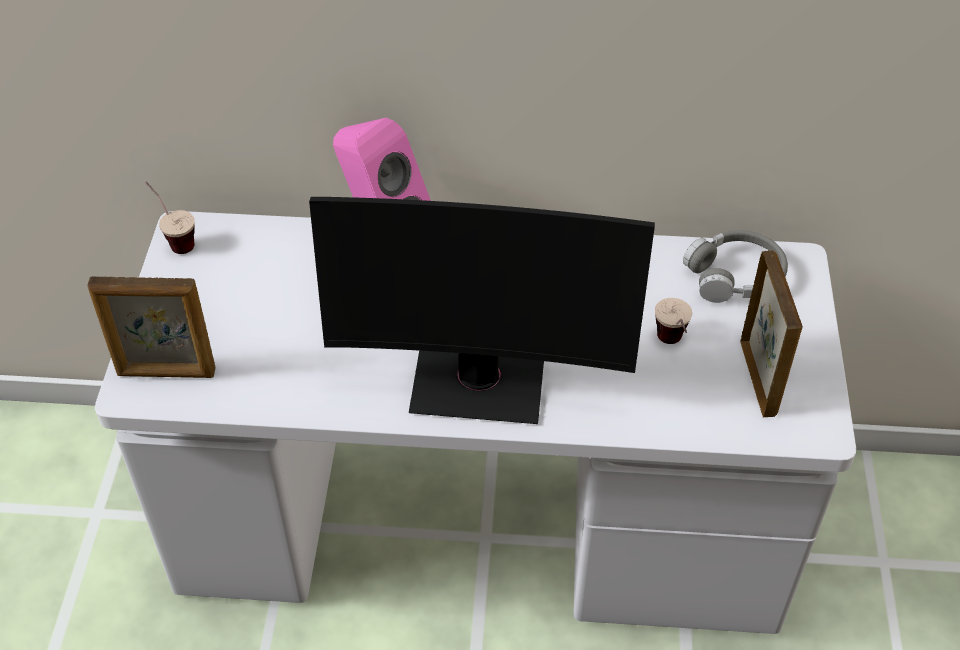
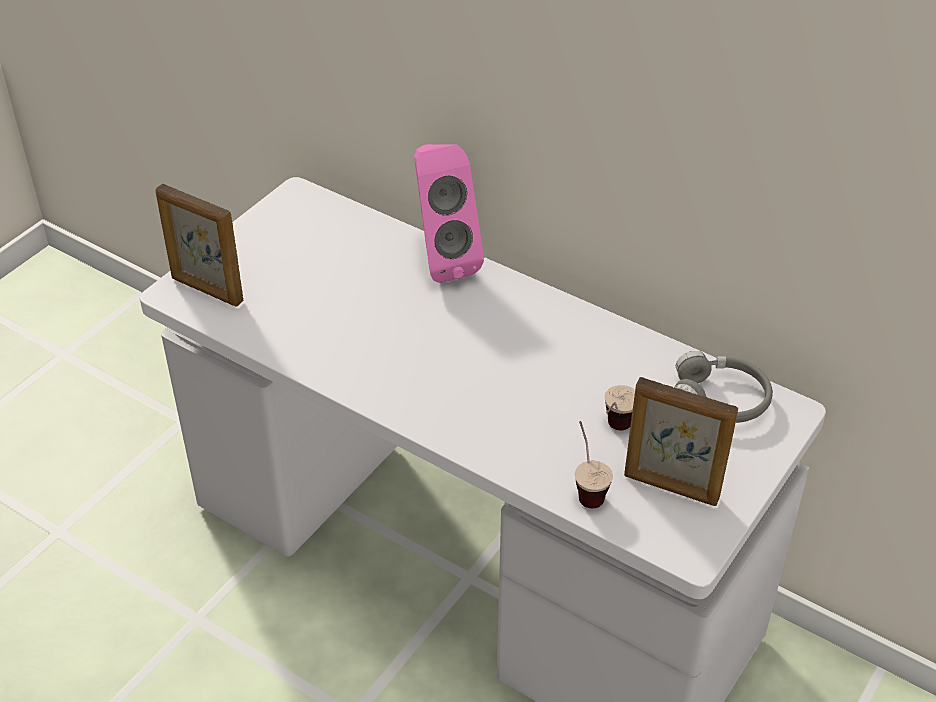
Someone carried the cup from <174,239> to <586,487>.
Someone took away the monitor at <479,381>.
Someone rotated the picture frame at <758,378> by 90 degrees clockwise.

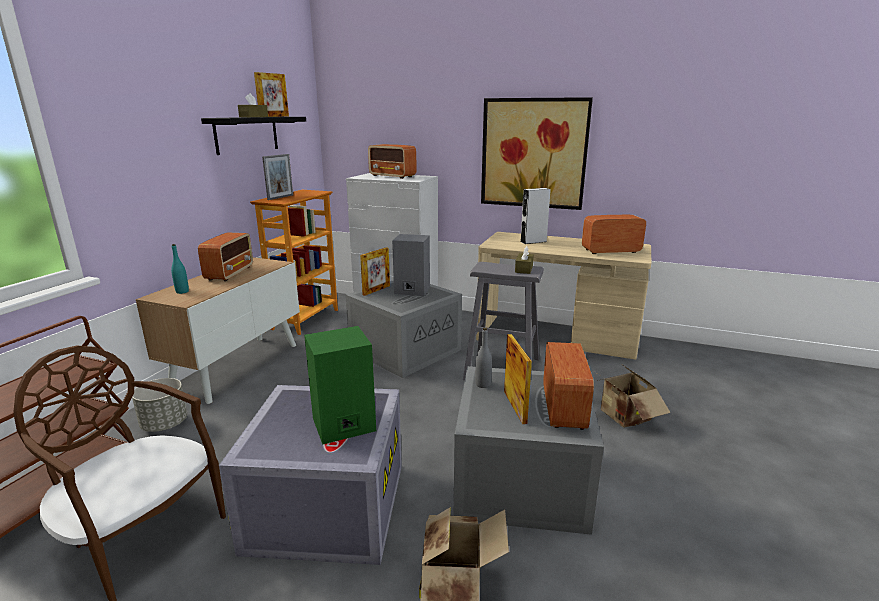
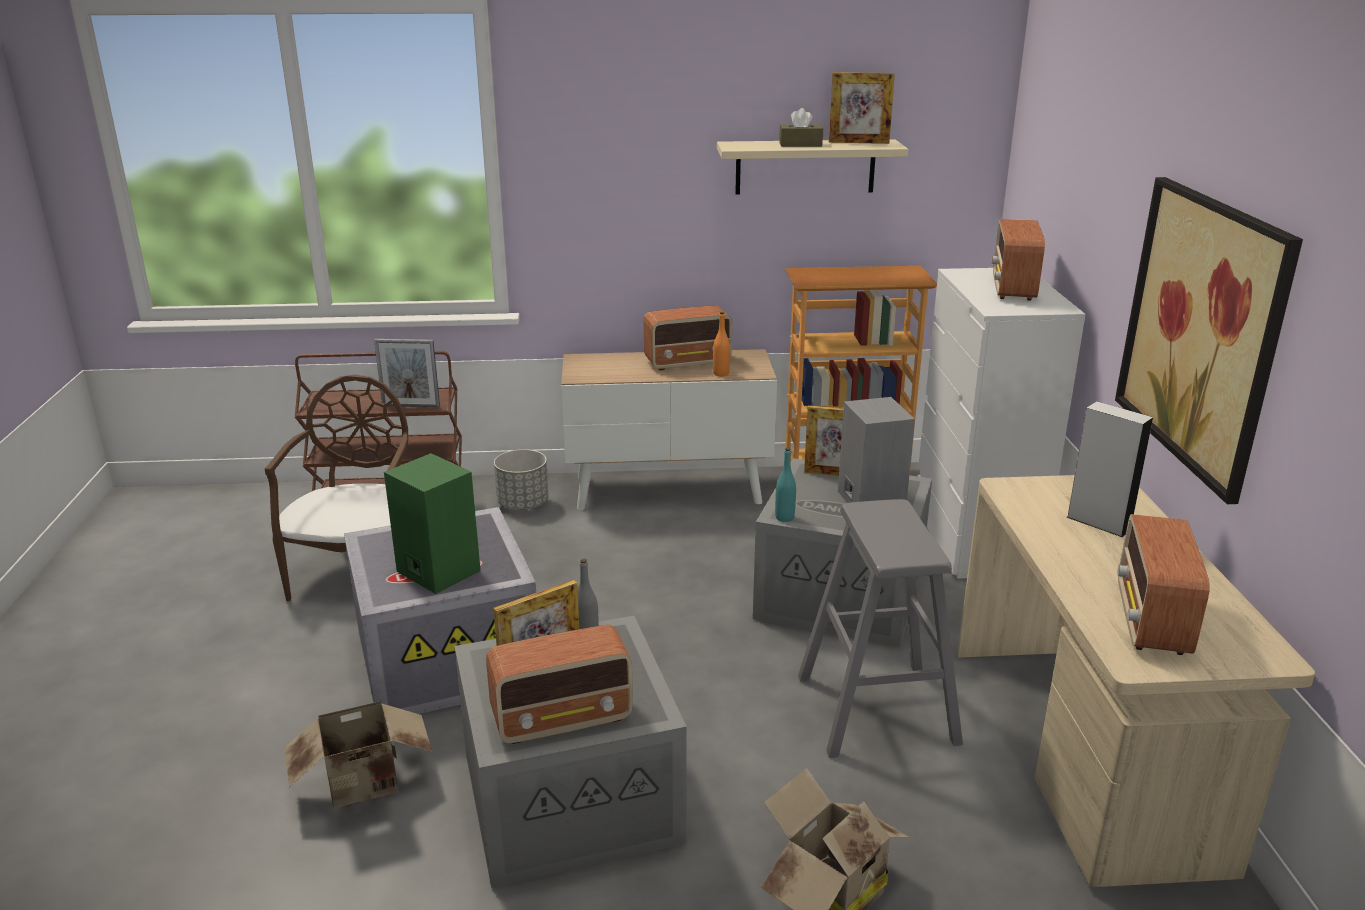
Someone carried the turquoise bottle from <182,291> to <784,517>.
Someone repainted the black shelf at <246,134>, which became the beige shelf at <805,166>.
Someone carried the picture frame from <280,197> to <411,406>.
Someone took away the brown tissue box at <524,269>.
Someone rotated the radio at <610,251> by 135 degrees counterclockwise.
Someone put down the orange bottle at <721,374>.

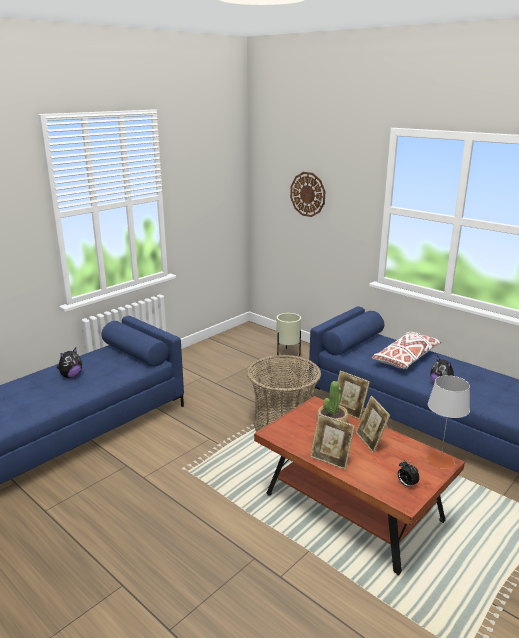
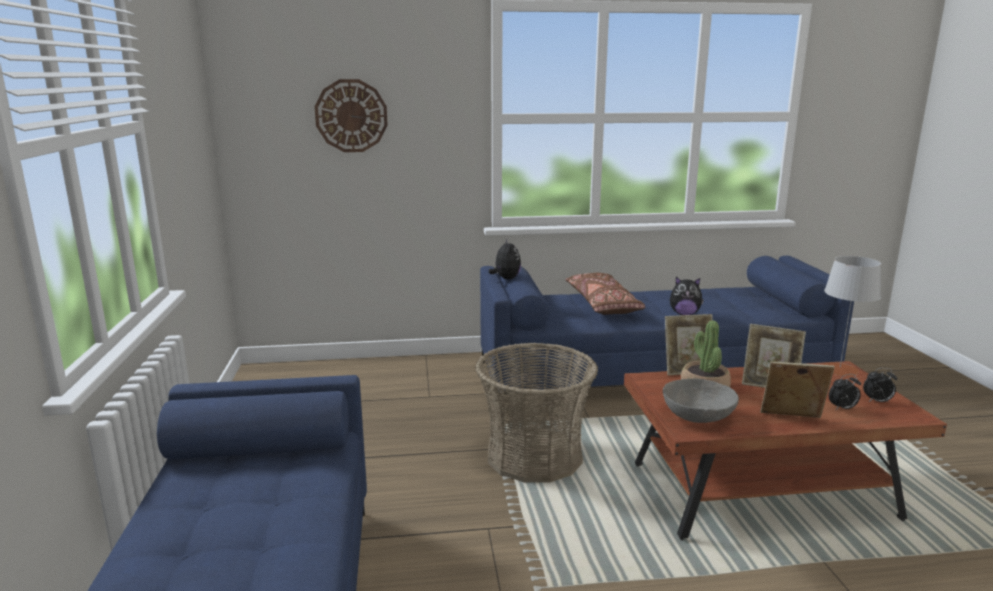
Someone carried the plush toy from <71,376> to <506,278>.
Someone took away the beige planter at <288,354>.
Someone rotated the picture frame at <331,459> by 150 degrees counterclockwise.
Someone repainted the white pillow at <406,358>, which became the brown pillow at <603,305>.
Someone put down the grey bowl at <698,416>.
Someone put down the alarm clock at <842,408>.

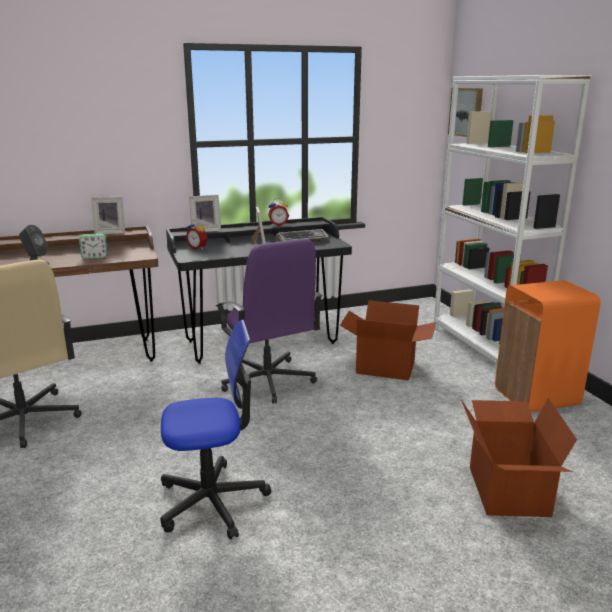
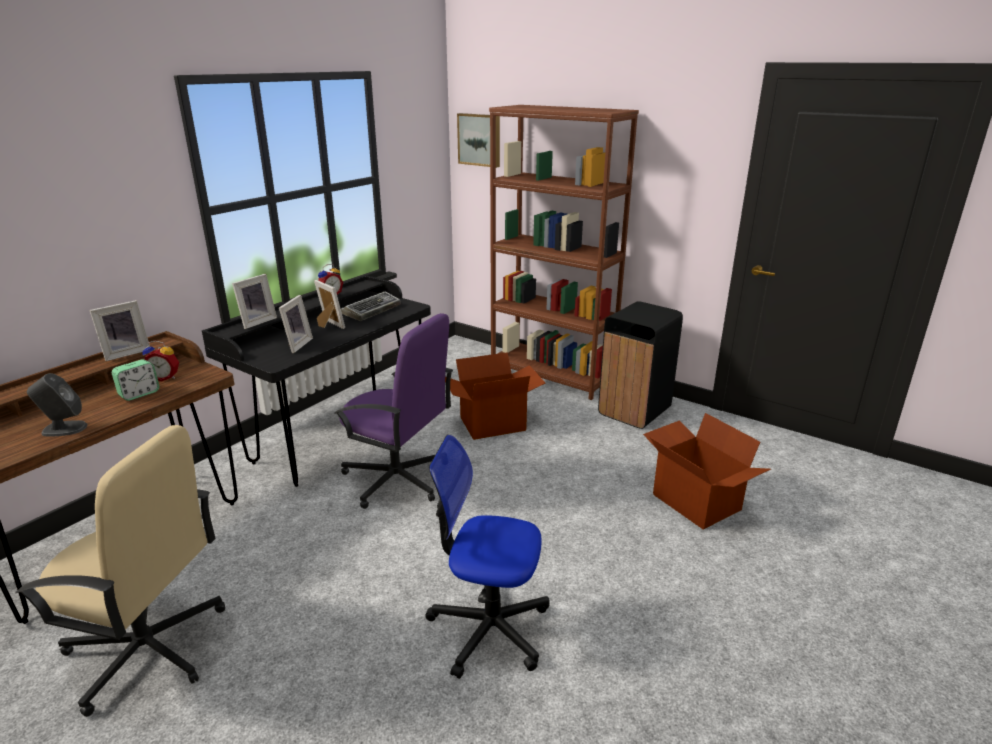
Someone rotated the office chair at <212,501> by 120 degrees counterclockwise.
Someone carried the alarm clock from <198,248> to <165,377>.
Someone repainted the white bookcase at <485,346>, which became the brown bookcase at <551,375>.
Someone repainted the orange trash can at <537,397>, which became the black trash can at <635,411>.
Someone put down the picture frame at <296,345>.

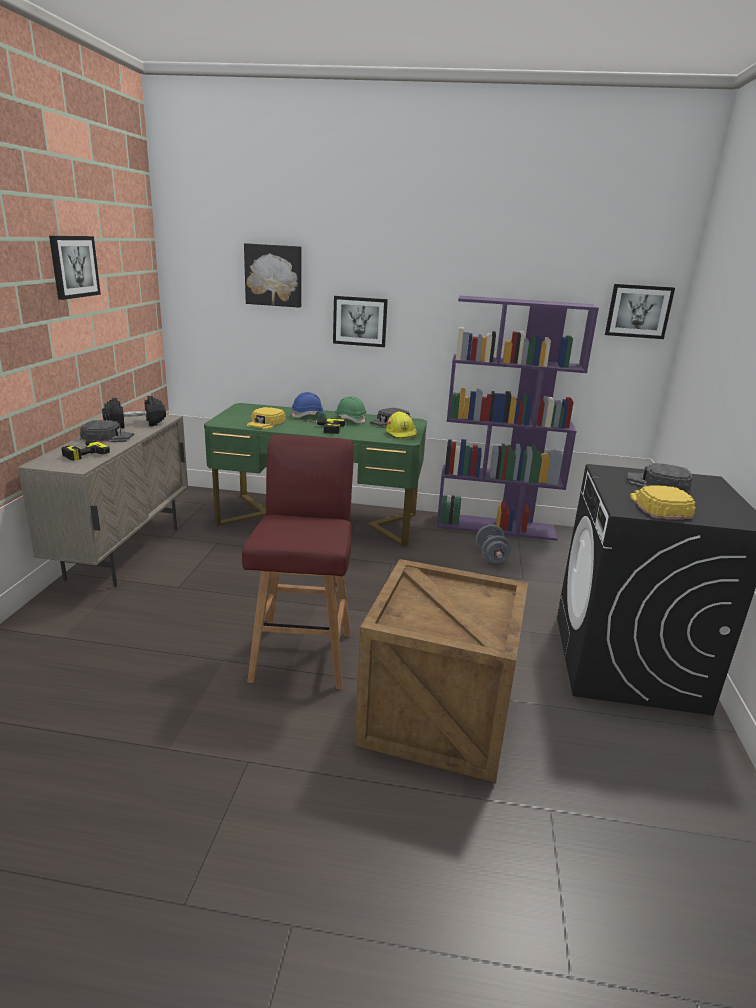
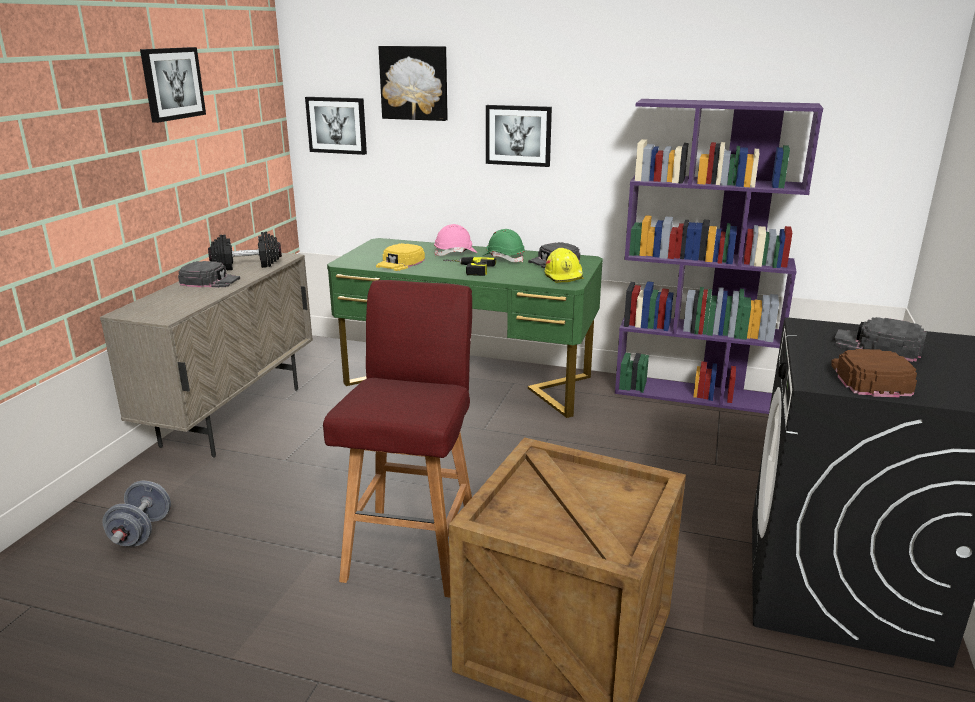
Someone took away the power drill at <80,452>.
Someone repainted the blue hard hat at <309,416>, which became the pink hard hat at <455,253>.
Someone carried the grey dumbbell from <491,556> to <141,532>.
Someone carried the picture from <638,311> to <337,125>.
Someone repainted the yellow cap at <658,506>, which became the brown cap at <868,378>.

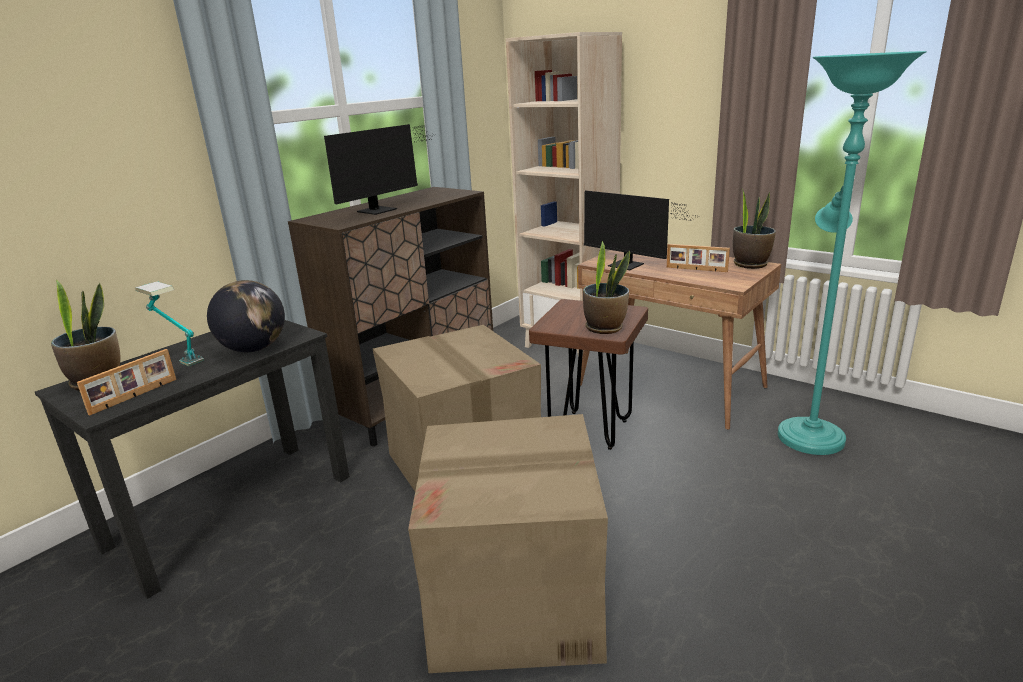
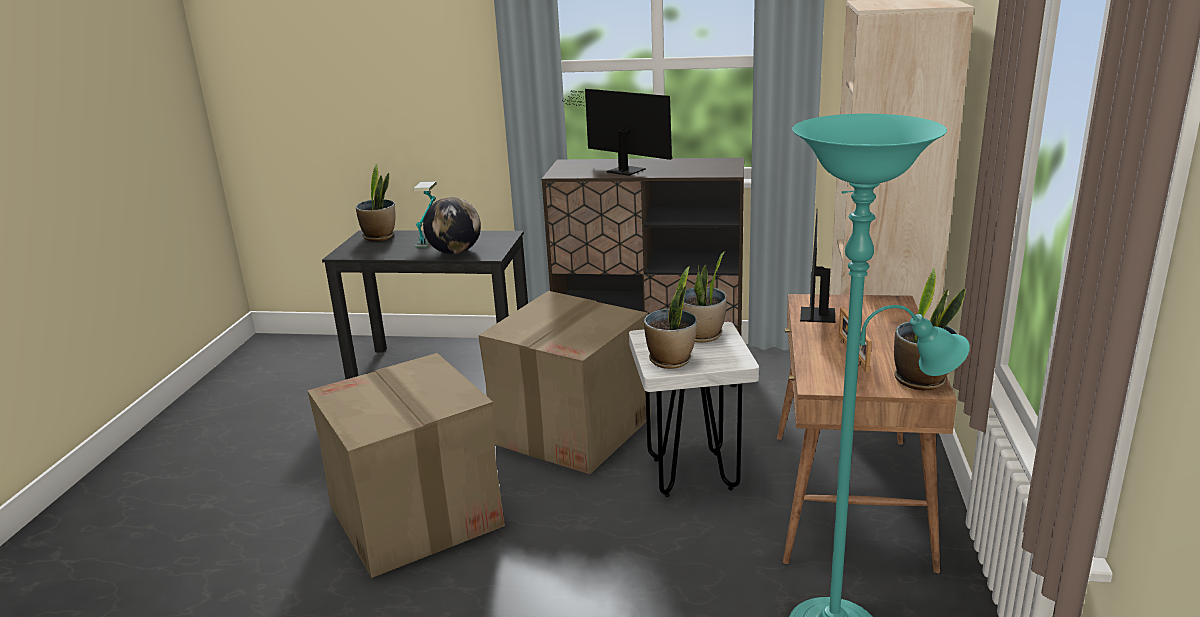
Someone took away the picture frame at <135,396>.
Someone rotated the monitor at <382,209> by 150 degrees counterclockwise.
Someone repainted the brown stool at <590,430>, which became the white stool at <692,474>.
Someone put down the potted plant at <702,336>.

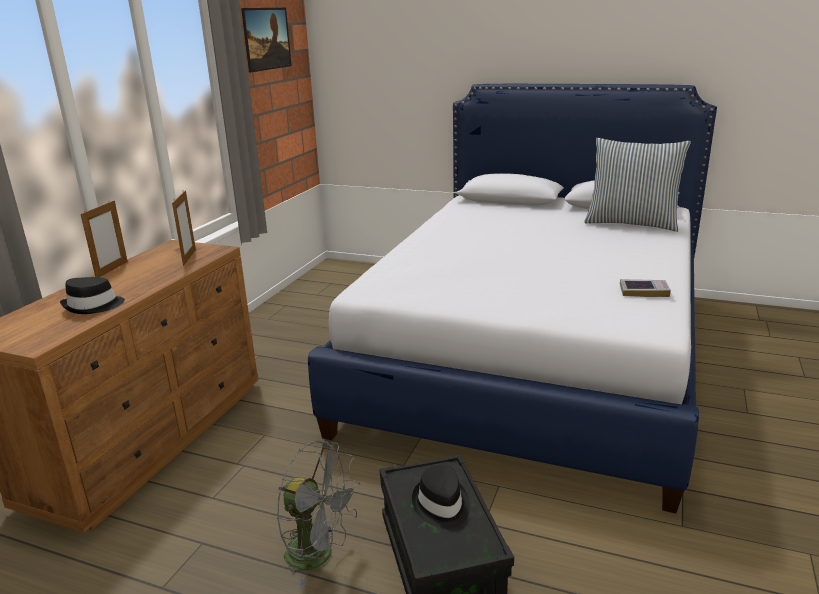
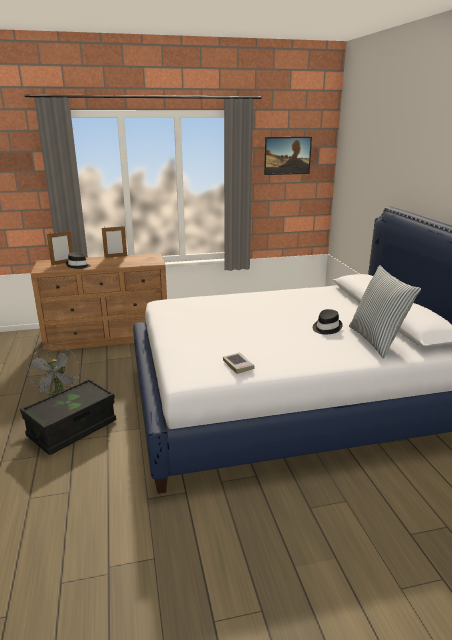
Someone carried the picture frame from <189,257> to <63,263>.
Someone carried the black hat from <441,505> to <326,328>.

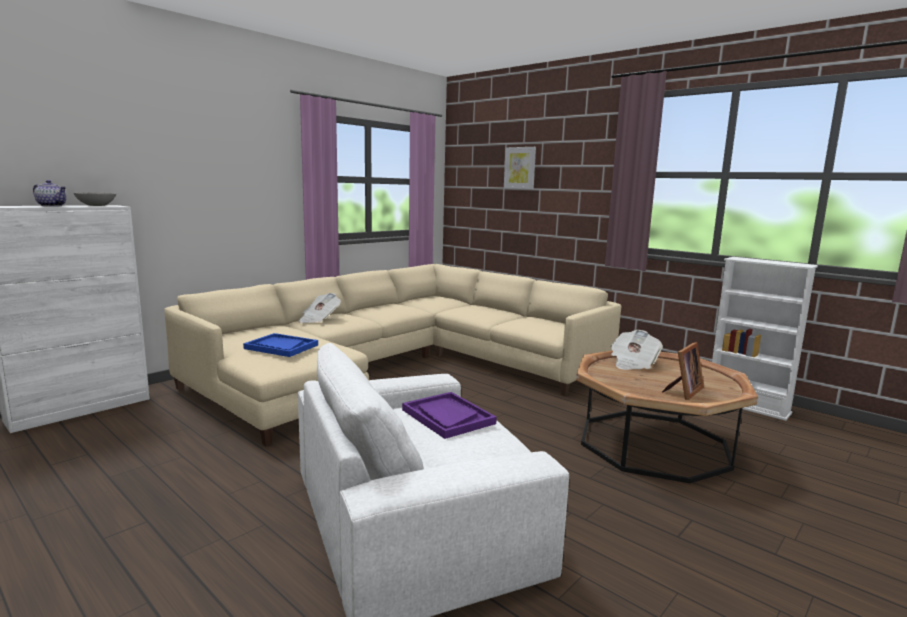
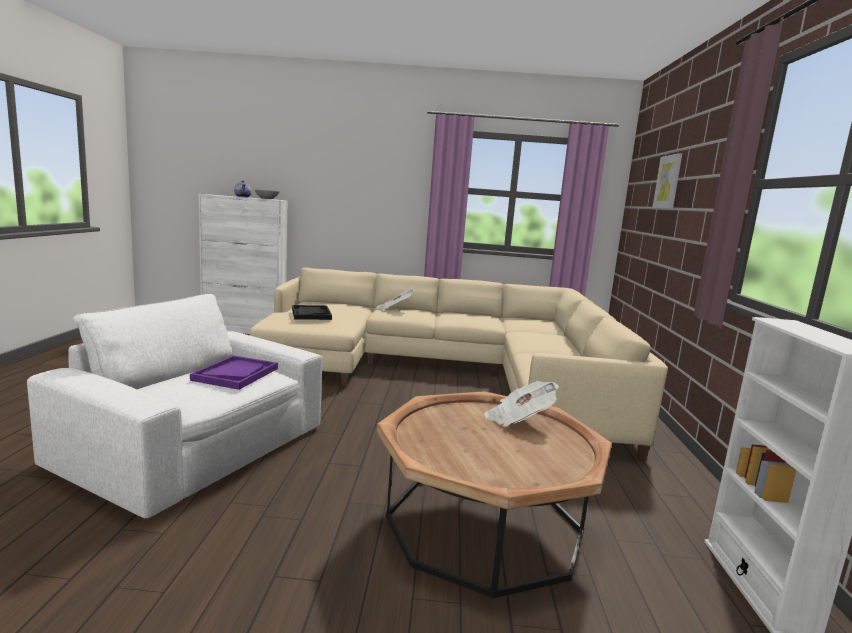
Someone repainted the blue tray at <281,347>, which became the black tray at <311,314>.
Someone took away the picture frame at <683,391>.

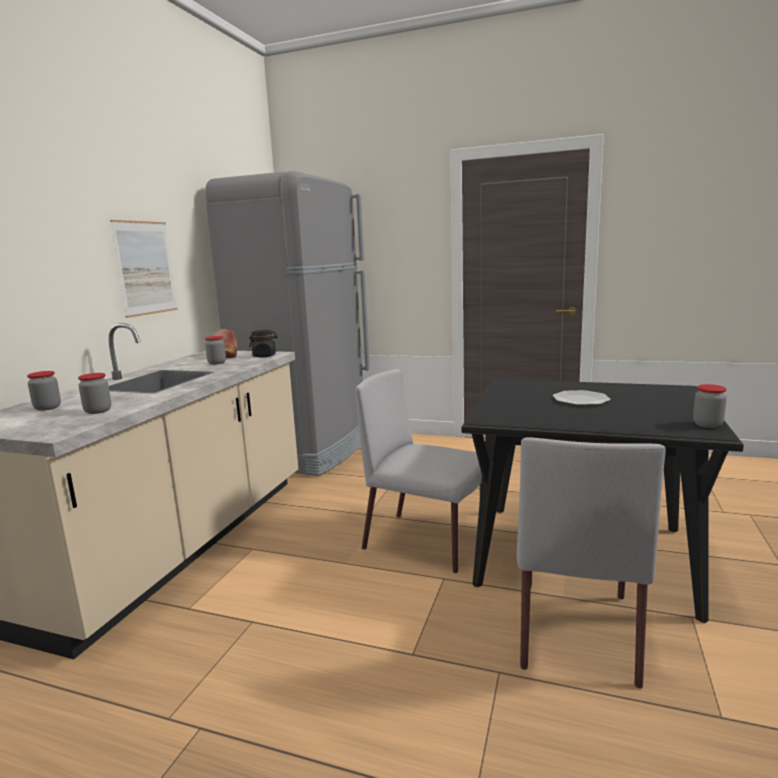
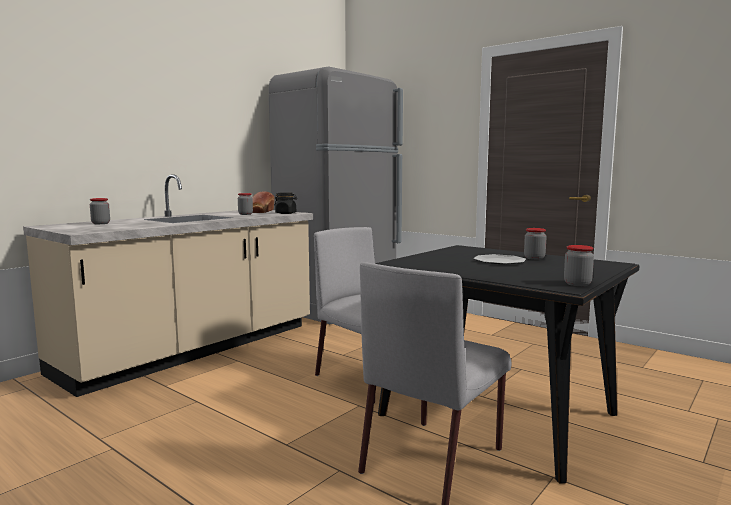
Someone carried the jar from <98,411> to <534,258>.
Someone took away the picture at <145,268>.

